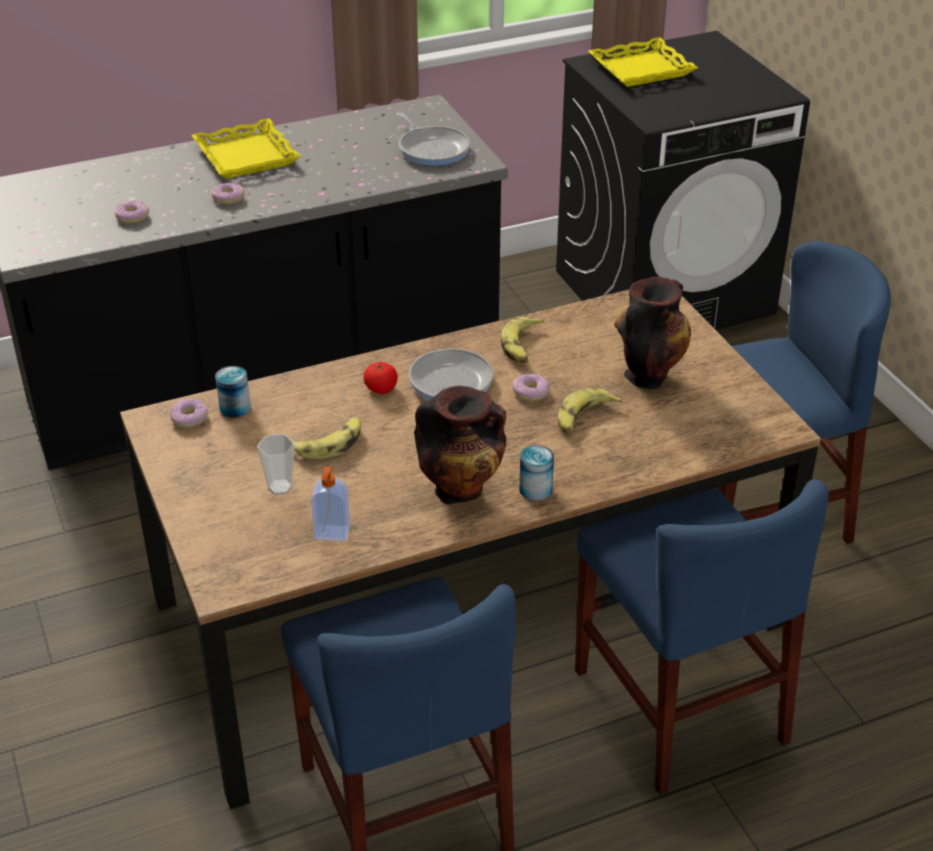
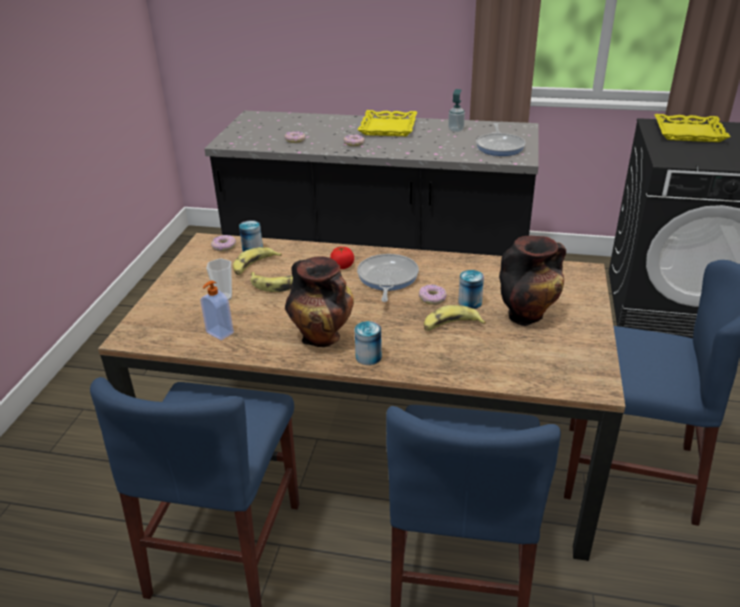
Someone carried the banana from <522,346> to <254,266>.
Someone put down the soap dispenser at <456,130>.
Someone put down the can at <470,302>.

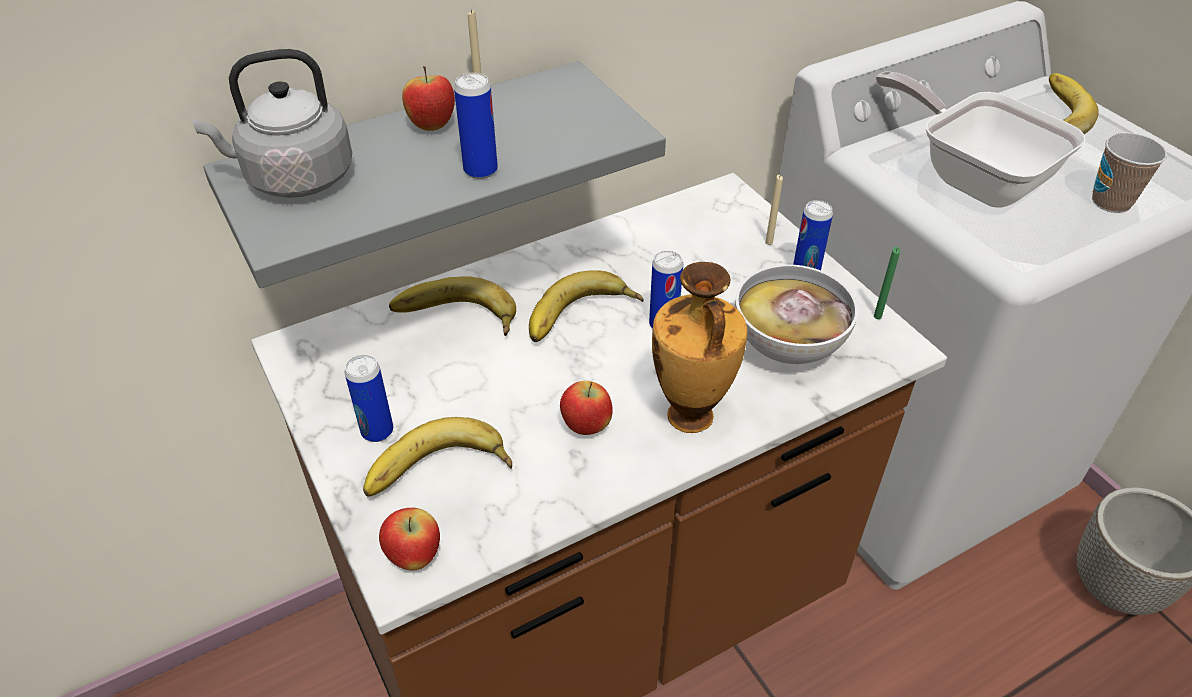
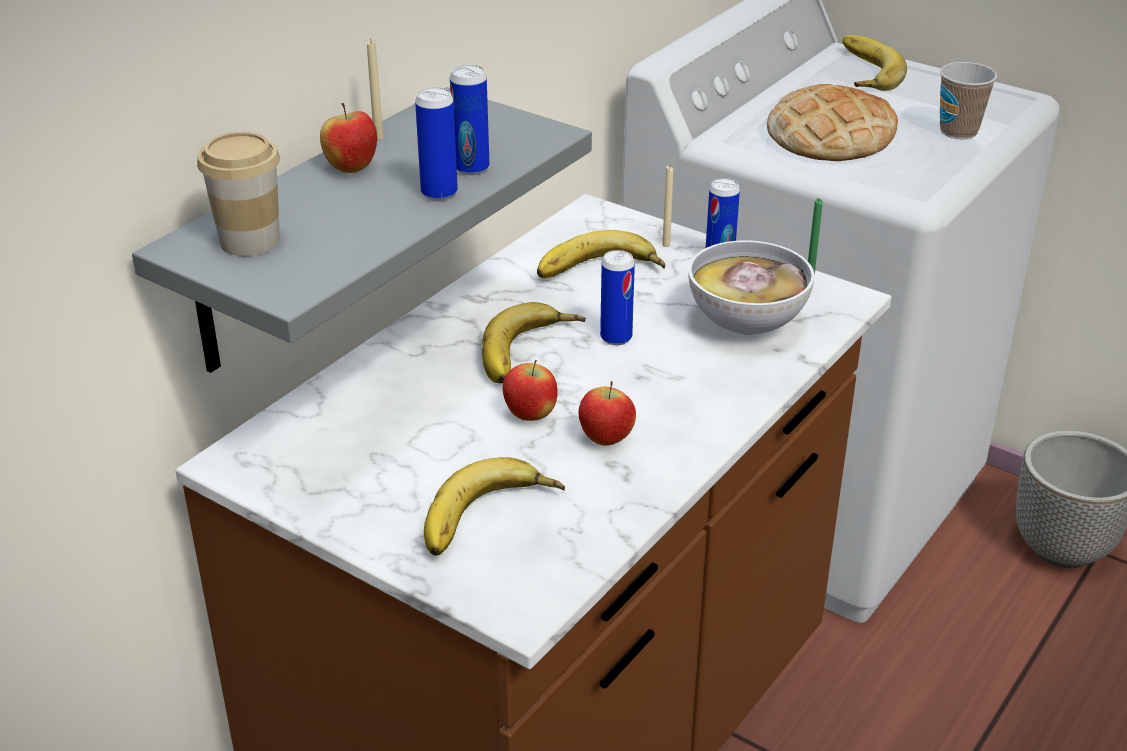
Someone swapped the grey kettle at <294,178> for the cup at <250,241>.
Someone carried the can from <377,431> to <471,168>.
Someone carried the apple from <414,556> to <530,415>.
Someone carried the banana from <454,319> to <599,272>.
Someone took away the vase at <690,418>.
Someone swapped the frying pan at <973,177> for the bread at <830,137>.

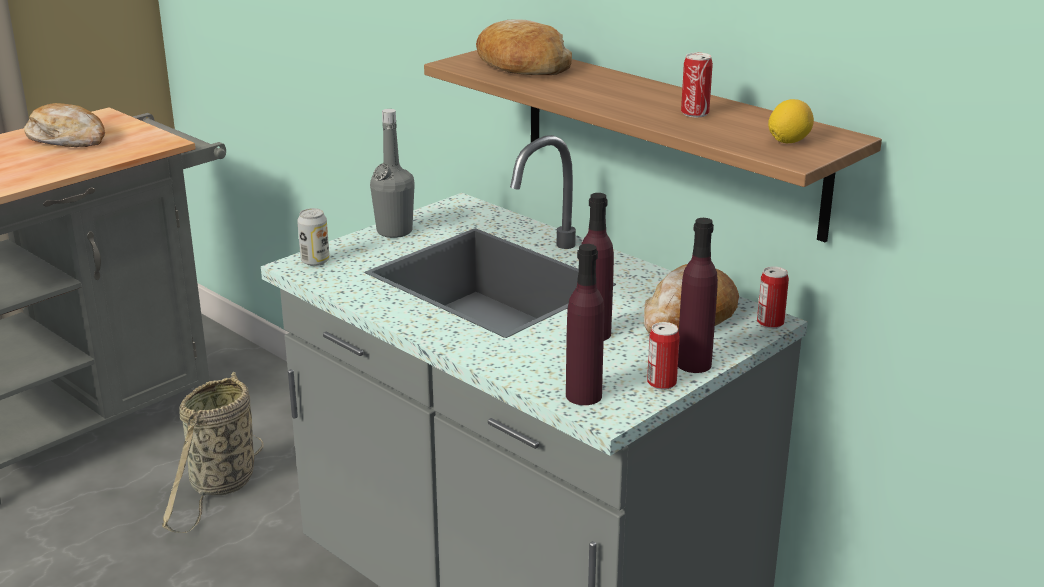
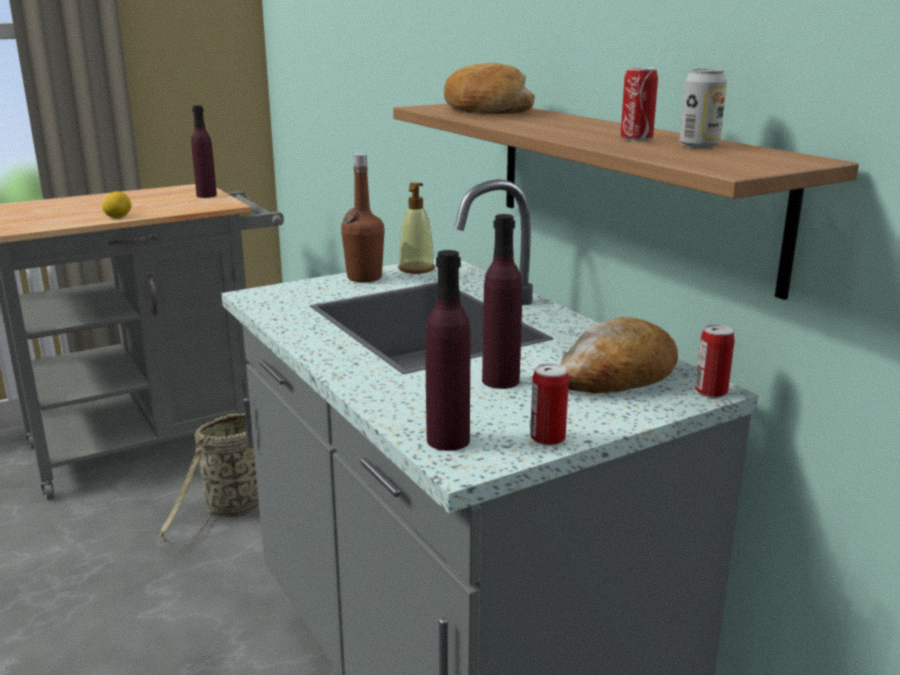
Someone took away the bread at <68,139>.
Someone carried the can from <315,261> to <699,145>.
Someone repainted the grey bottle at <394,231>, which became the brown bottle at <364,277>.
Someone carried the purple bottle from <694,364> to <206,195>.
Someone carried the lemon from <788,141> to <118,217>.
Someone put down the soap dispenser at <416,269>.

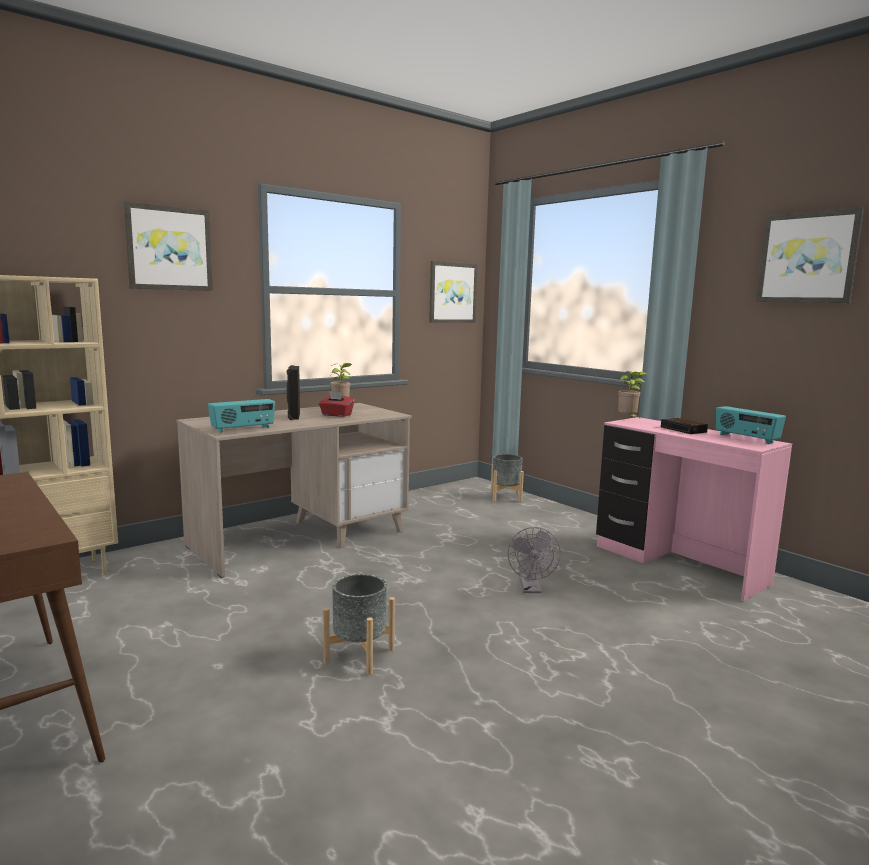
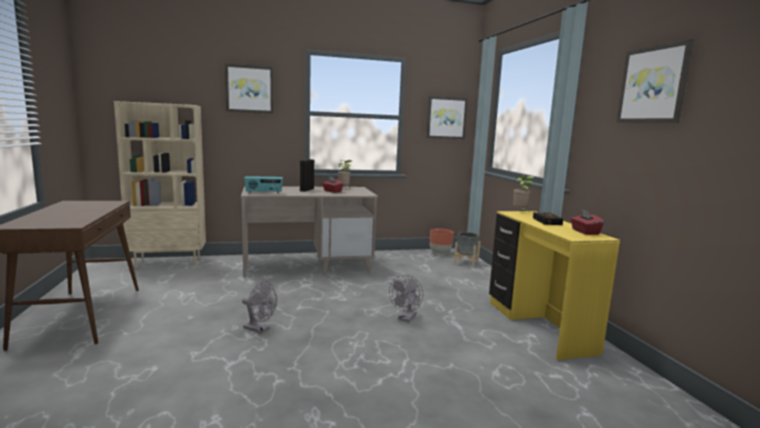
Someone swapped the grey planter at <359,656> for the grey fan at <260,329>.
Someone repainted the pink desk at <678,565>, which became the yellow desk at <537,326>.
Someone swapped the radio at <746,438> for the red tissue box at <584,232>.
Someone put down the brown planter at <439,253>.

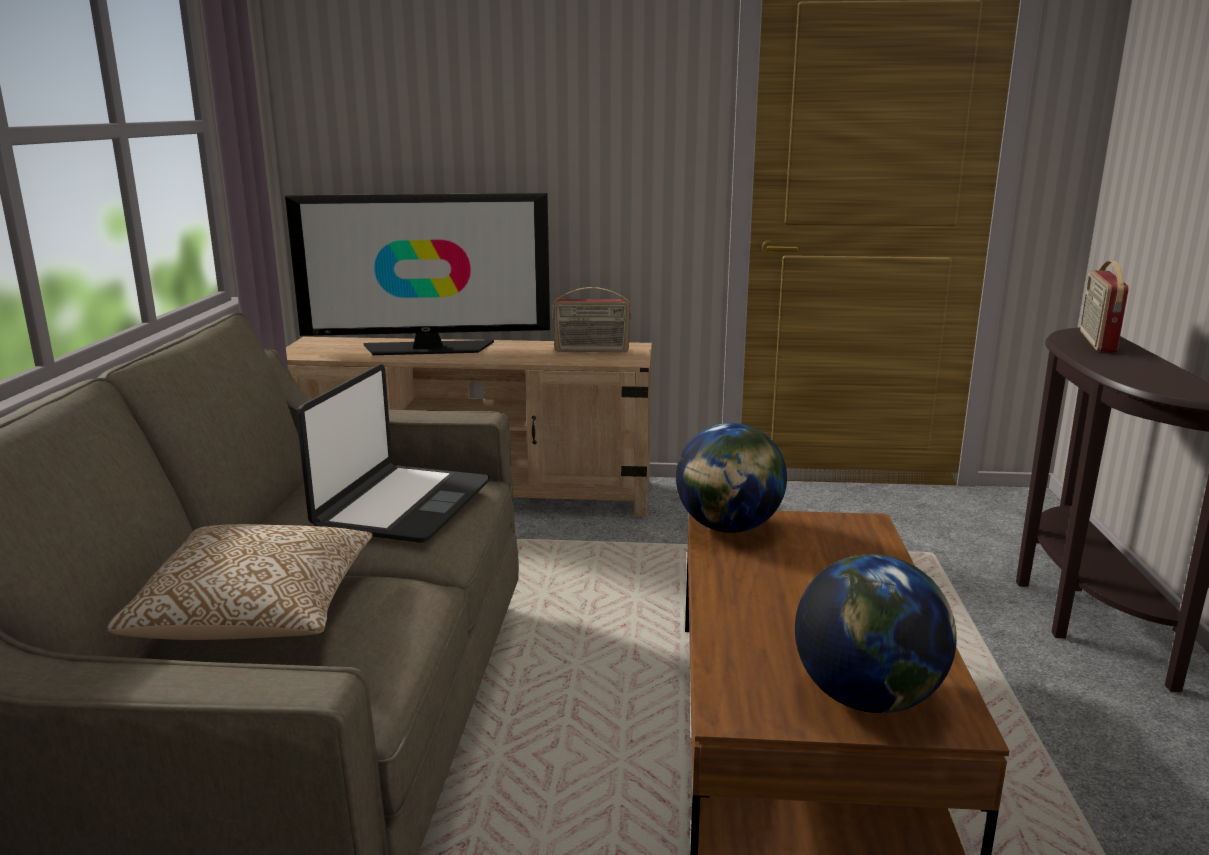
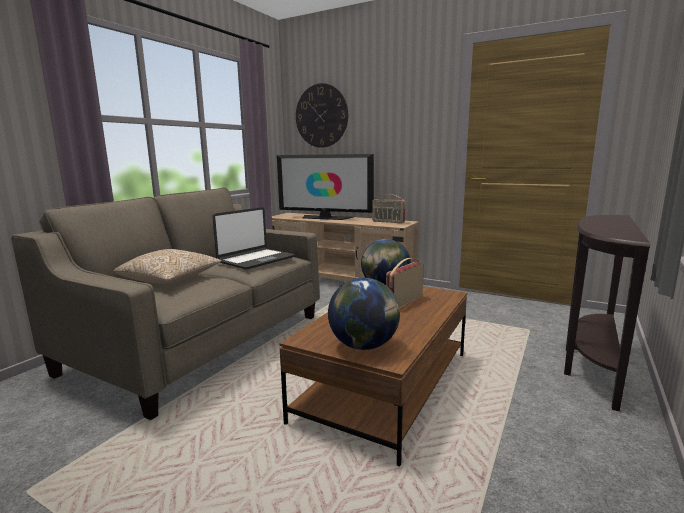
Someone carried the radio from <1096,341> to <404,302>.
Someone put up the wall clock at <321,116>.

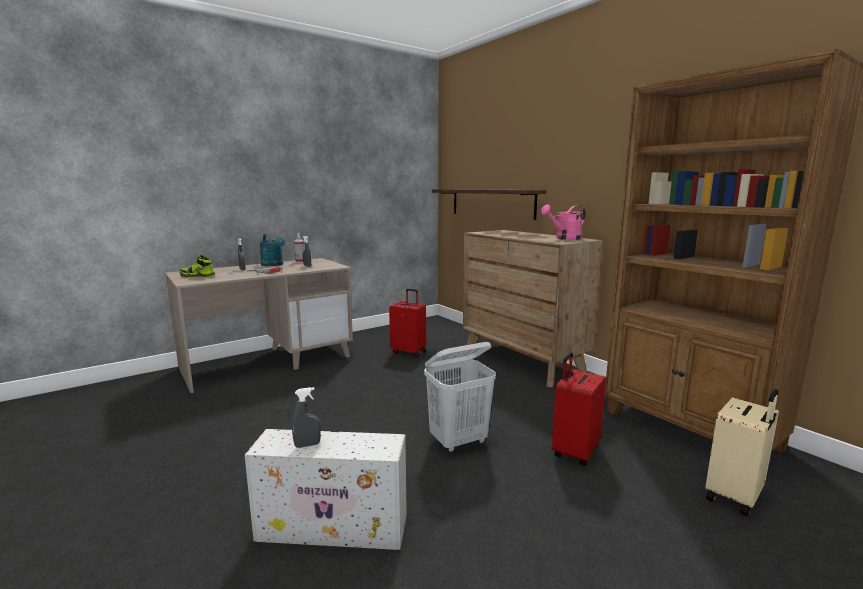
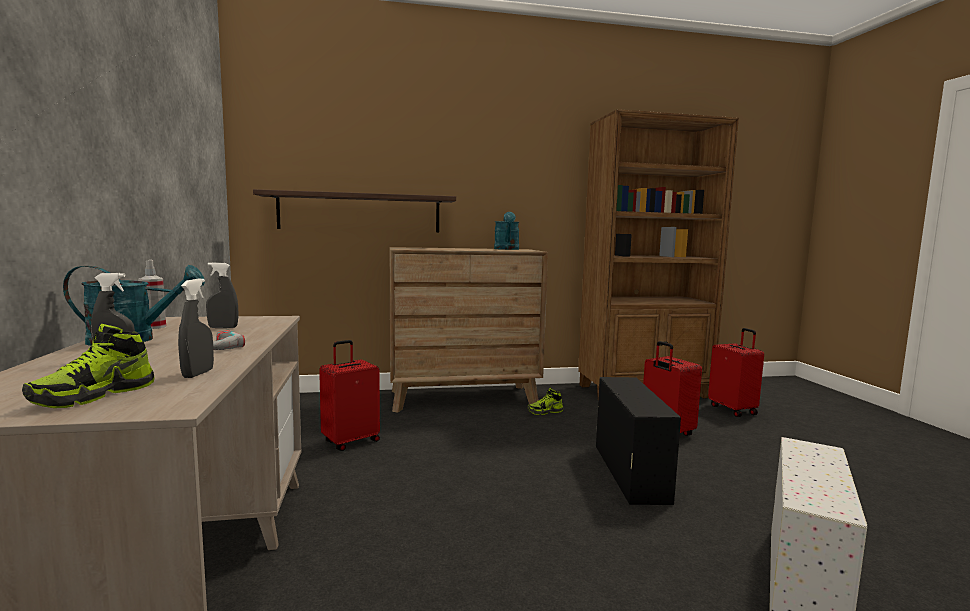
Someone carried the grey spray bottle from <307,445> to <198,374>.
Someone swapped the white laundry basket at <459,441> for the black storage box at <629,471>.
Someone repainted the pink watering can at <565,238>, which became the turquoise watering can at <507,249>.
Someone repainted the beige suitcase at <735,496>, which became the red suitcase at <733,410>.
Someone put down the shoe at <545,412>.

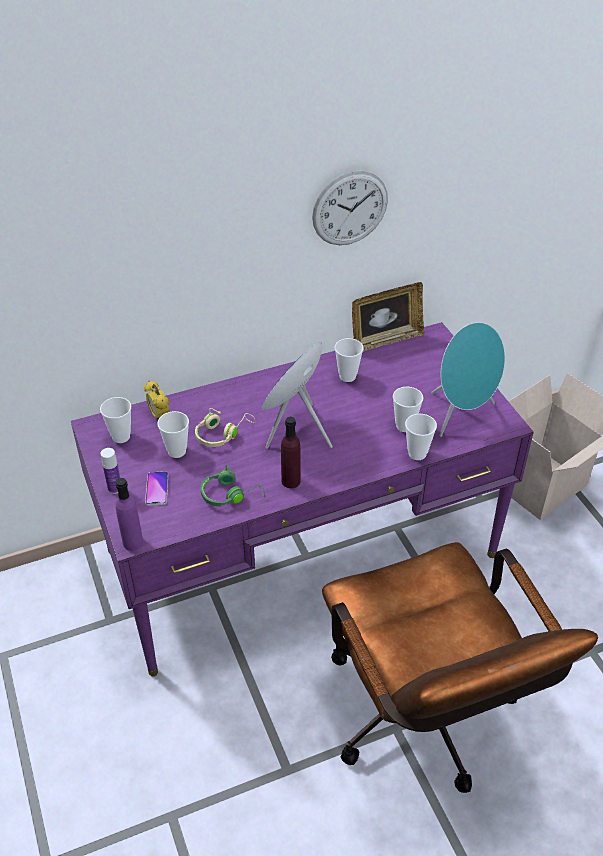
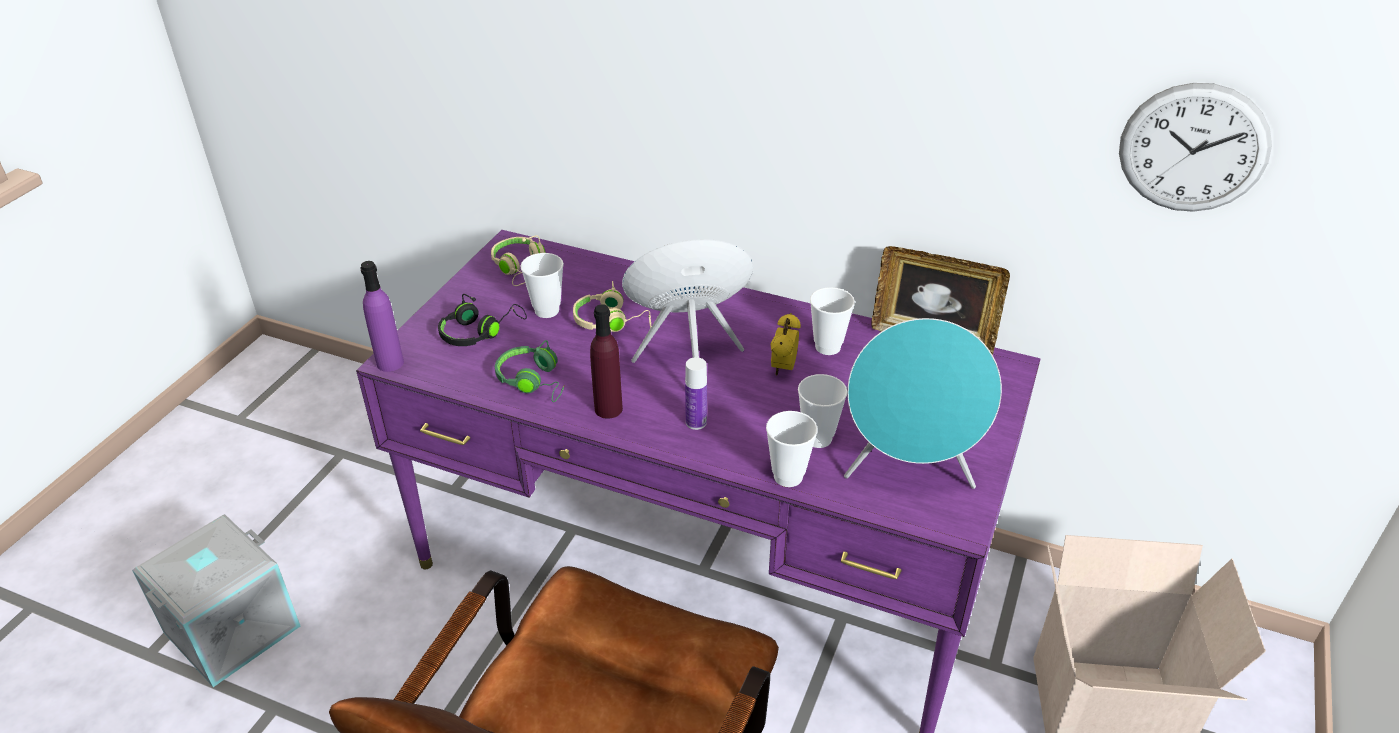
Someone swapped the cup at <121,437> for the beige headphones at <520,267>.
Someone carried the bottle from <115,488> to <696,422>.
Someone carried the alarm clock from <159,415> to <783,368>.
Someone swapped the phone at <157,489> for the black headphones at <479,331>.
Someone carried the wall clock from <350,208> to <1193,148>.
Someone put down the grey storage box at <231,627>.

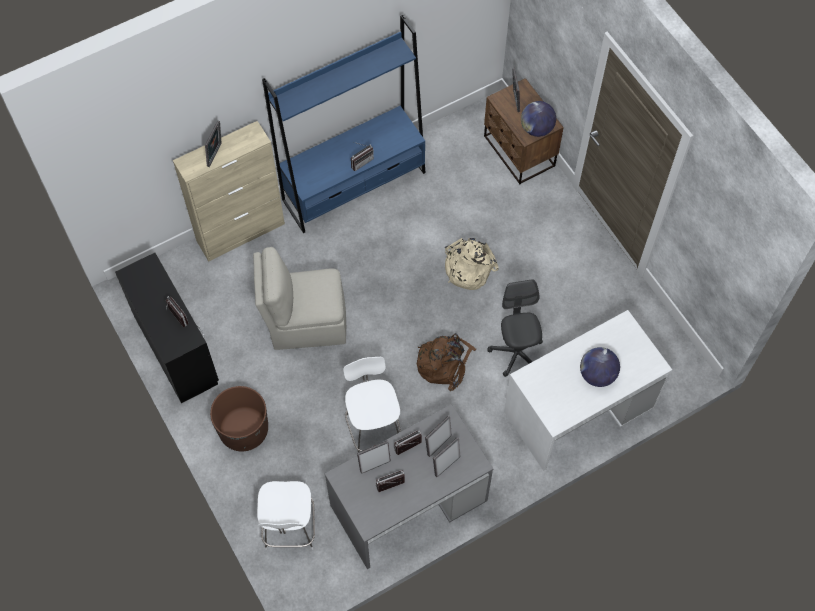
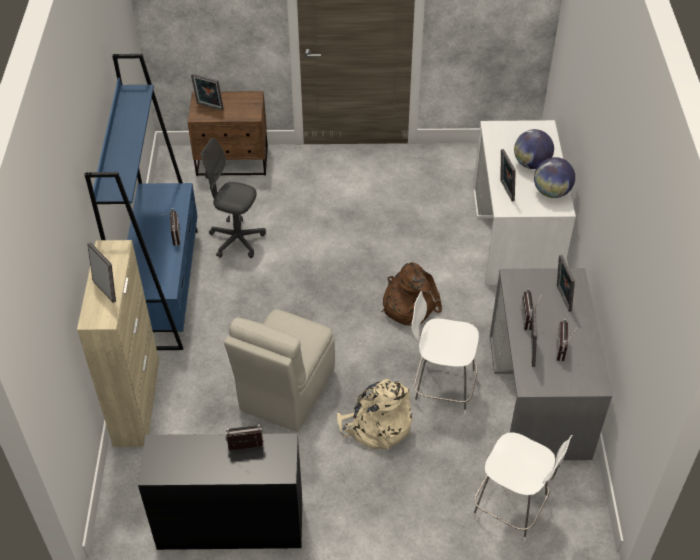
Someone took away the brown planter at <244,430>.
Someone carried the picture frame from <438,444> to <505,191>.
Someone carried the beige backpack from <467,268> to <376,426>.
Someone carried the grey office chair from <516,353> to <237,240>.
Someone carried the globe from <536,129> to <551,192>.

